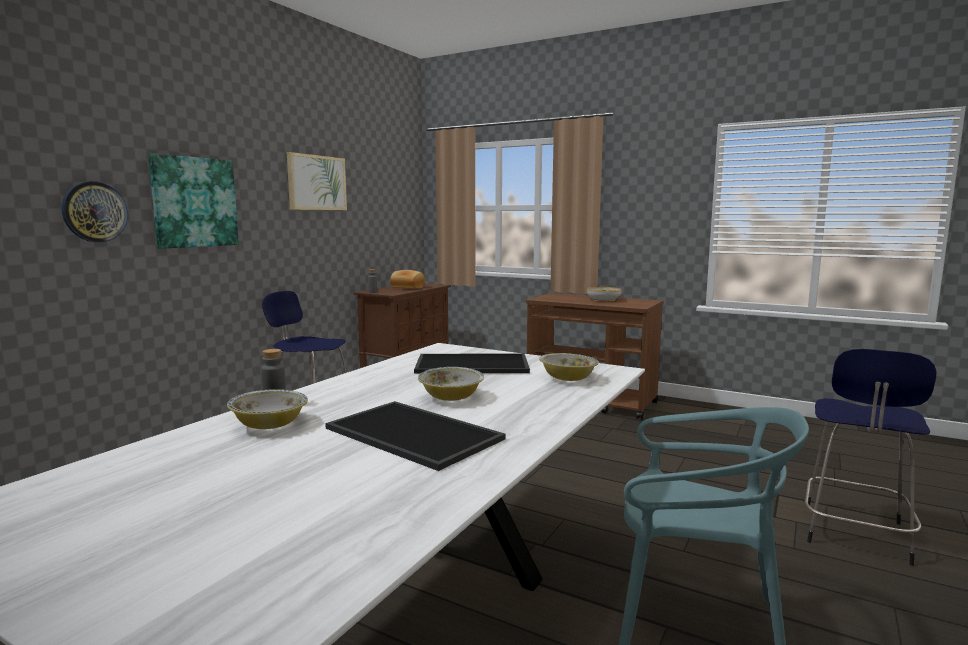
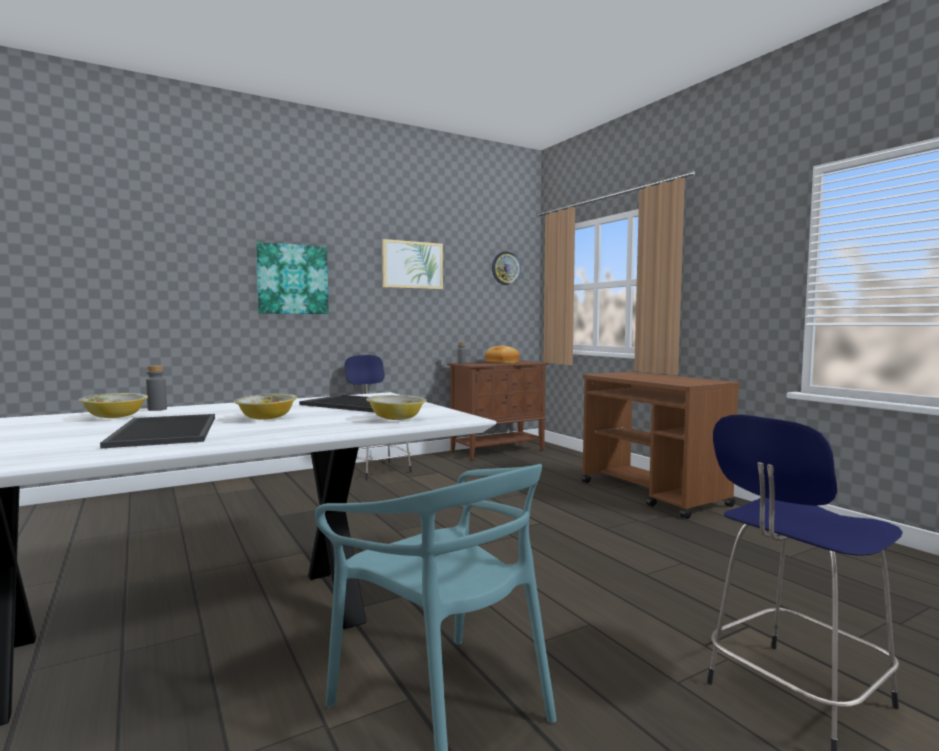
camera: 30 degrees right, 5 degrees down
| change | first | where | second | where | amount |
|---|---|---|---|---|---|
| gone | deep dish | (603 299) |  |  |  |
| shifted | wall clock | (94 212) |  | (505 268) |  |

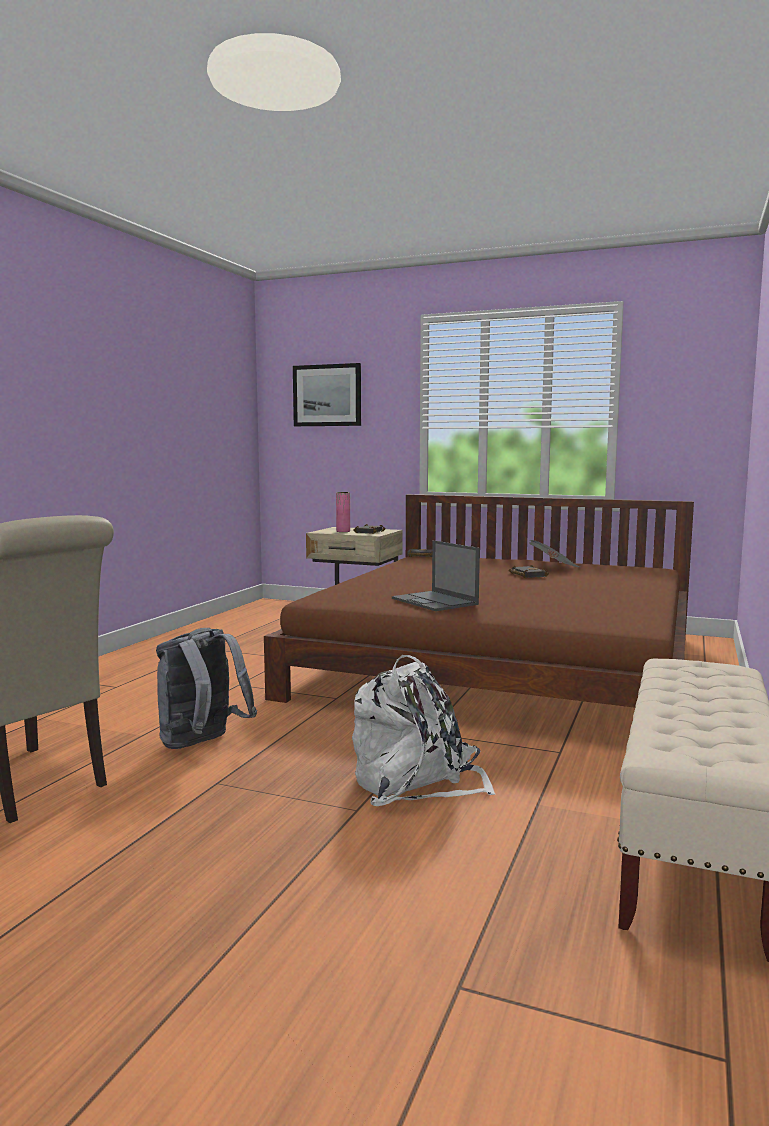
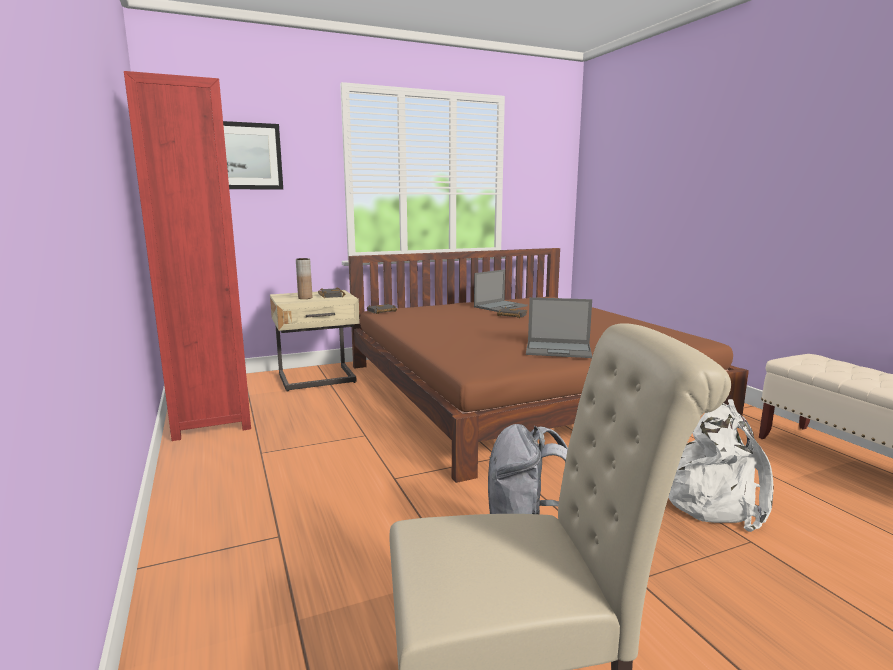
camera: 45 degrees left, 5 degrees up
| change | first | where | second | where | amount |
|---|---|---|---|---|---|
| new |  |  | red bookcase | (211 419) |  |
| swapped | daily paper | (554 567) | laptop | (500 306) |  |
| repainted | pink decorative vase | (343 531) | brown decorative vase | (305 298) |  |

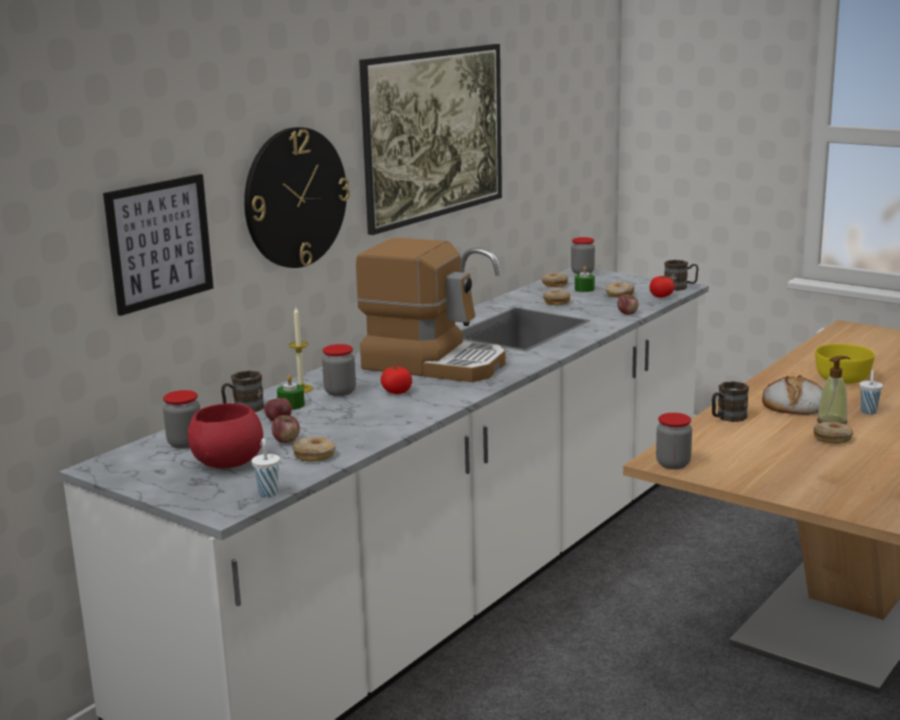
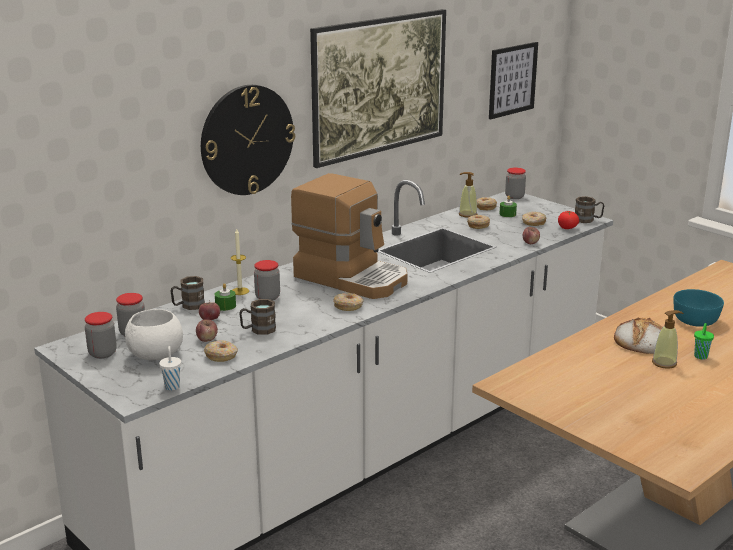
camera: 10 degrees right, 5 degrees up
| change | first | where | second | where | amount |
|---|---|---|---|---|---|
| gone | whole tomato | (396 392) |  |  |  |
| new |  |  | soap bottle | (467 214) |  |
| shifted | picture | (159 242) |  | (512 80) |  |
| shifted | preserve jar | (673 464) |  | (102 353) |  |
| shifted | brown tea mug | (727 418) |  | (258 330) |  |
| shifted | doughnut | (832 438) |  | (348 306) |  |
| repainted | red deep dish | (227 462) | whitish deep dish | (155 354) |  |
| repainted | yellow deep dish | (843 378) | turquoise deep dish | (696 320) |  |
| repainted | whitish small cup | (868 412) | green-coloured small cup | (700 357) |  |

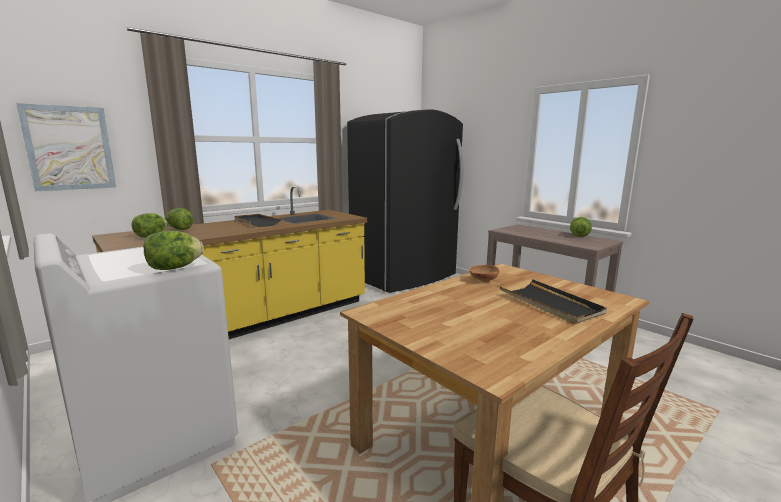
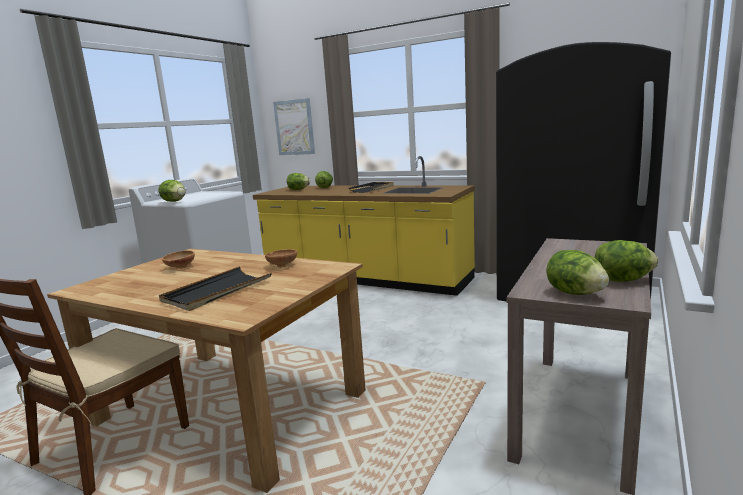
camera: 70 degrees right, 0 degrees up
| change | first | where | second | where | amount |
|---|---|---|---|---|---|
| new |  |  | brown deep dish | (179 267) |  |
| new |  |  | lettuce head | (575 293) |  |

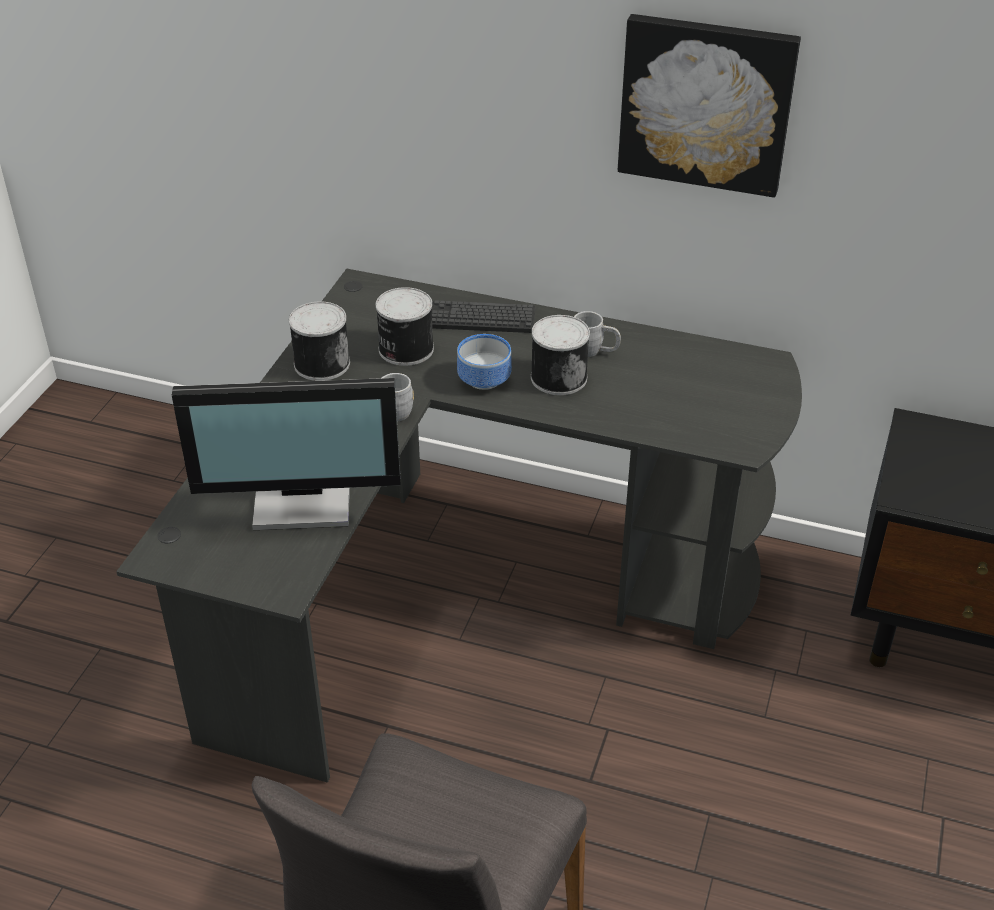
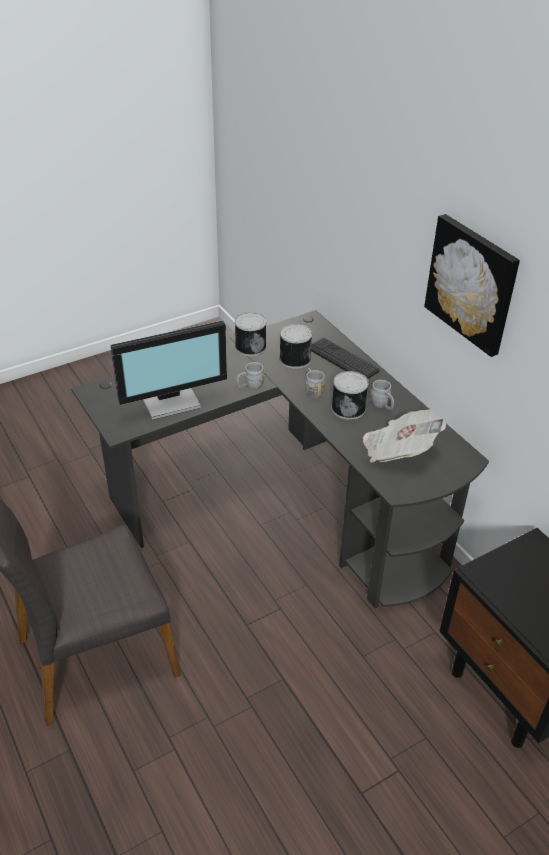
camera: 40 degrees right, 0 degrees up
| change | first | where | second | where | amount |
|---|---|---|---|---|---|
| new |  |  | daily paper | (399 451) |  |
| swapped | deep dish | (483 378) | greyish tea mug | (312 390) |  |
| rotated | computer display | (304 500) |  | (170 400) | 60 degrees counterclockwise |

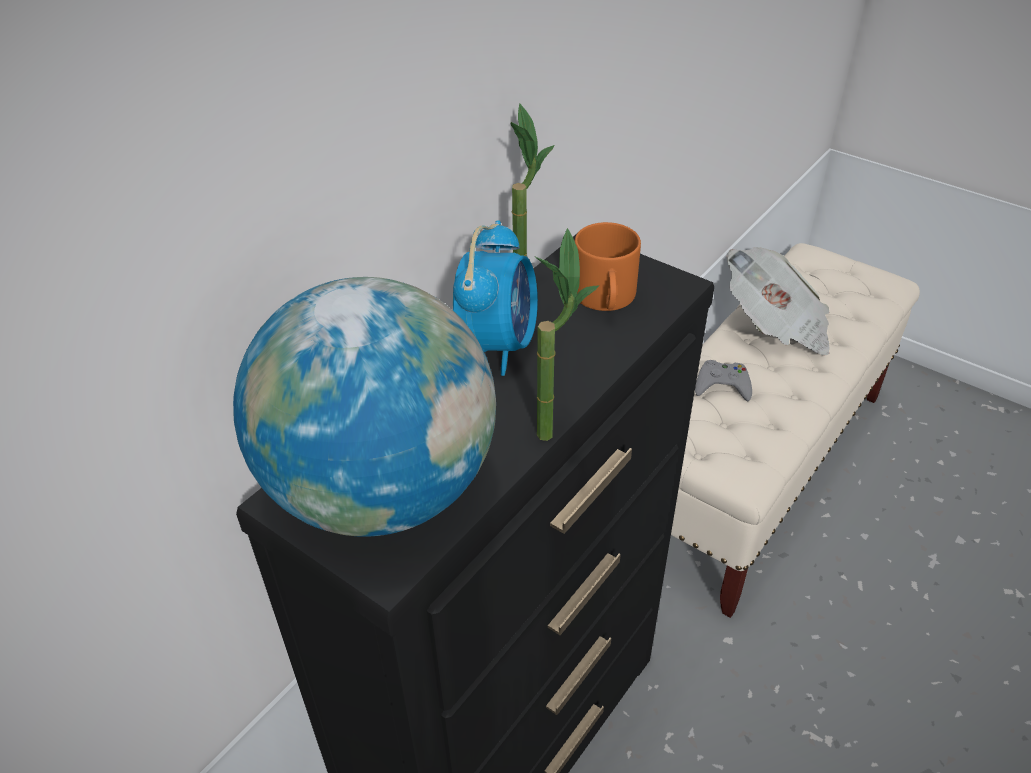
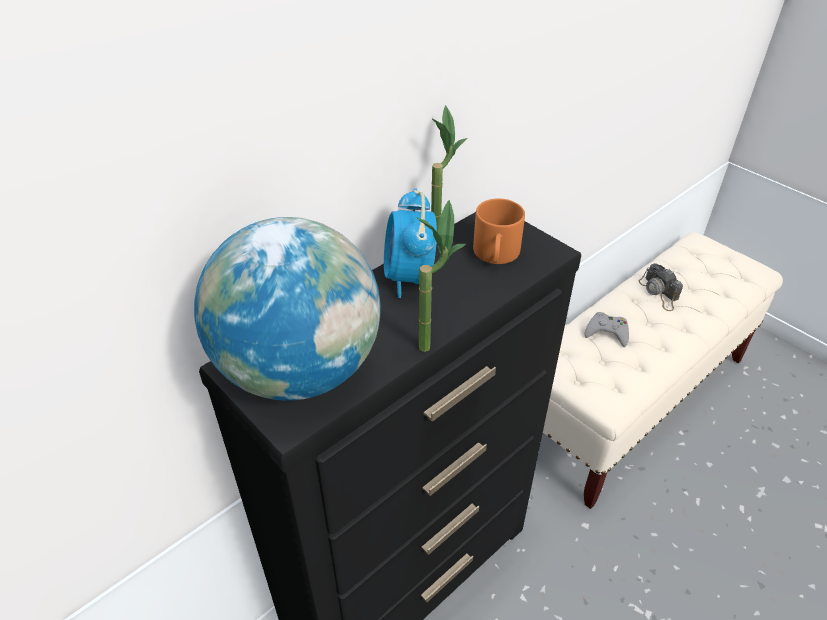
camera: 10 degrees right, 0 degrees up
| change | first | where | second | where | amount |
|---|---|---|---|---|---|
| swapped | daily paper | (776 326) | still camera | (659 293) |  |
| rotated | alarm clock | (498 345) |  | (409 278) | 150 degrees clockwise |

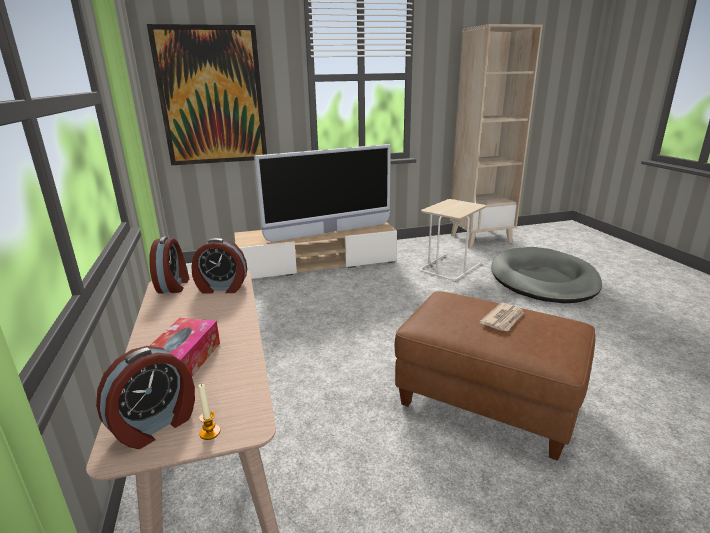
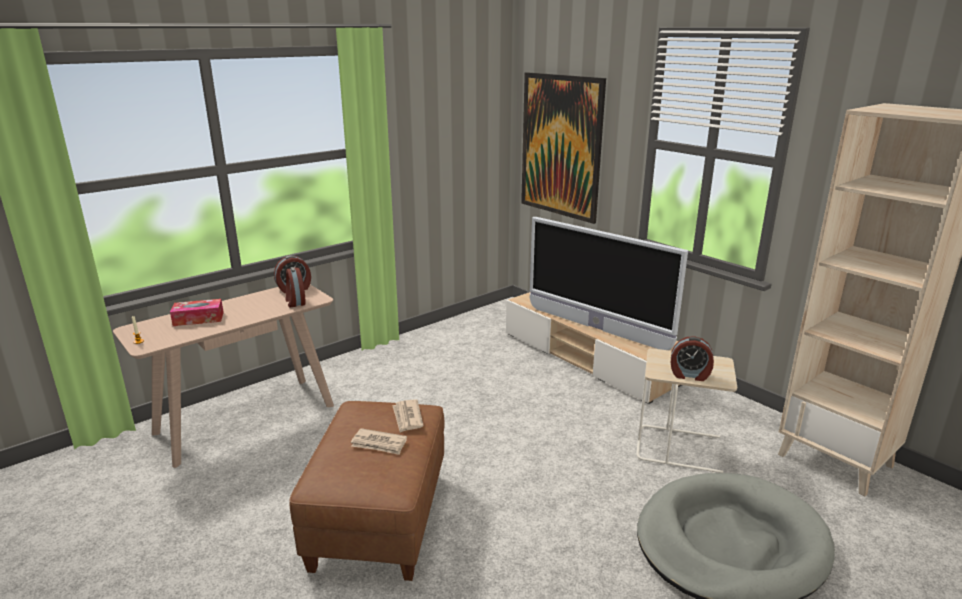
camera: 65 degrees right, 0 degrees up
| change | first | where | second | where | amount |
|---|---|---|---|---|---|
| new |  |  | daily paper | (407 417) |  |
| shifted | alarm clock | (156 425) |  | (689 375) |  |

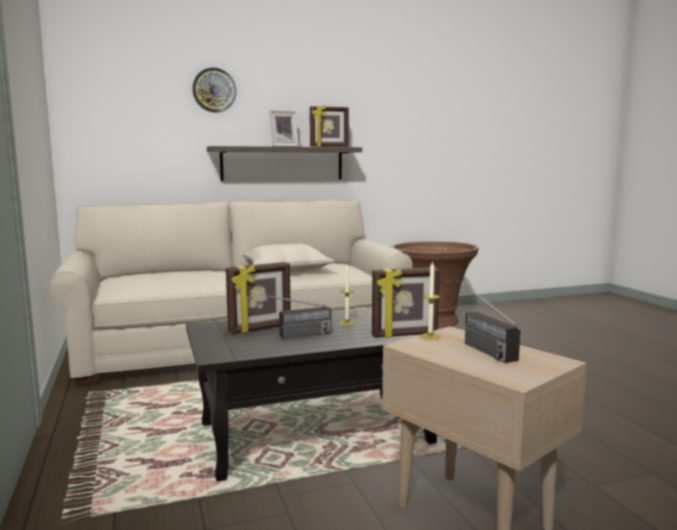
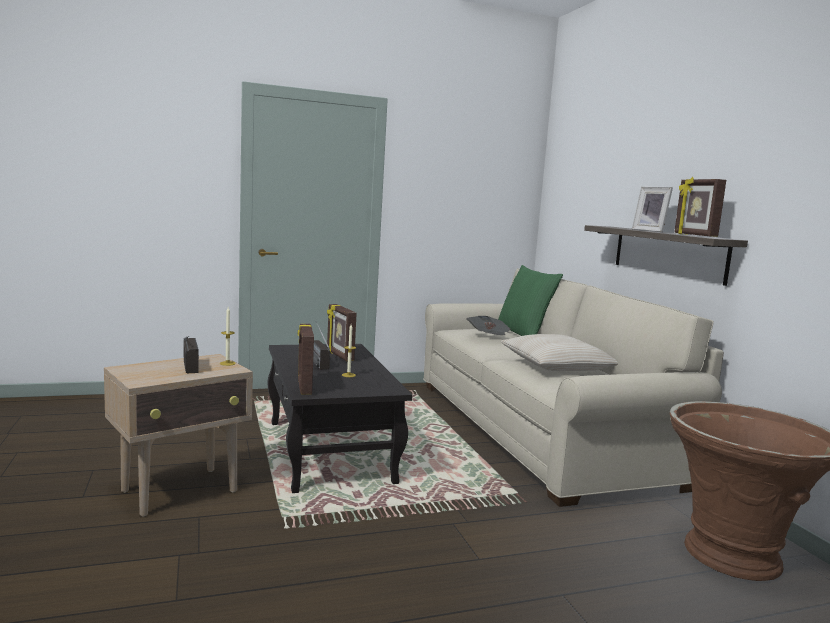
camera: 90 degrees right, 0 degrees up
| change | first | where | second | where | amount |
|---|---|---|---|---|---|
| gone | wall clock | (214 90) |  |  |  |
| new |  |  | daily paper | (488 338) |  |
| new |  |  | green-coloured cushion | (523 335) |  |
| rotated | radio | (477 346) |  | (193 370) | 90 degrees clockwise |

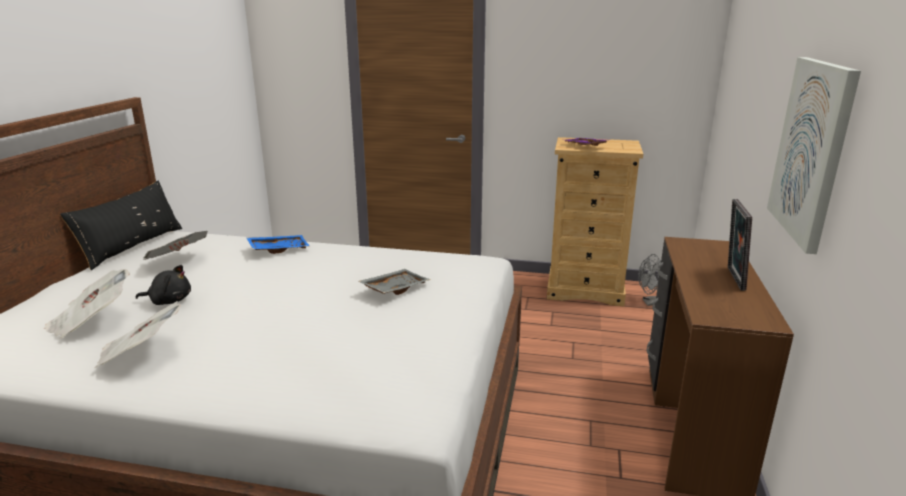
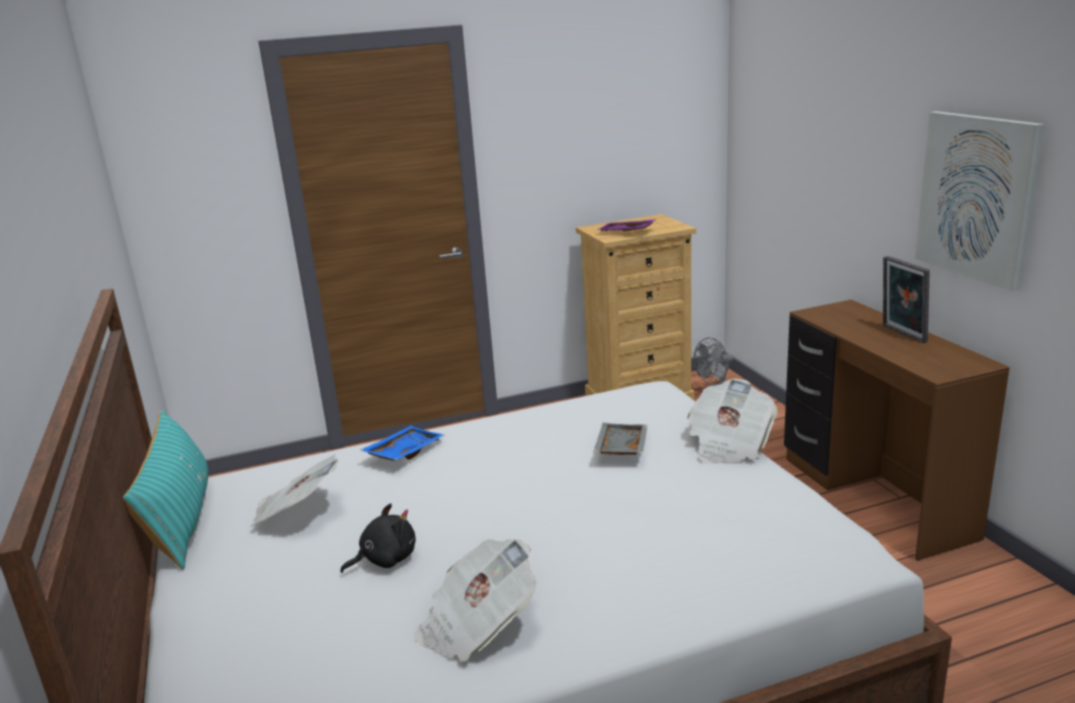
camera: 30 degrees left, 0 degrees up
| change | first | where | second | where | amount |
|---|---|---|---|---|---|
| shifted | daily paper | (91 322) |  | (728 444) |  |
| repainted | blackish cushion | (133 246) | turquoise cushion | (182 519) |  |

